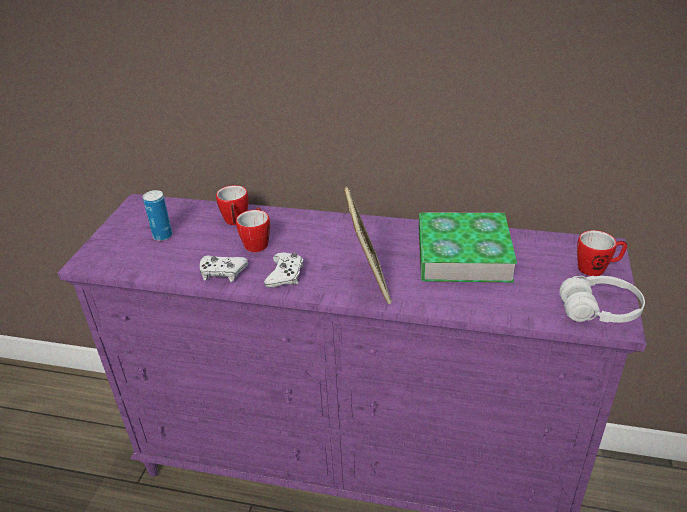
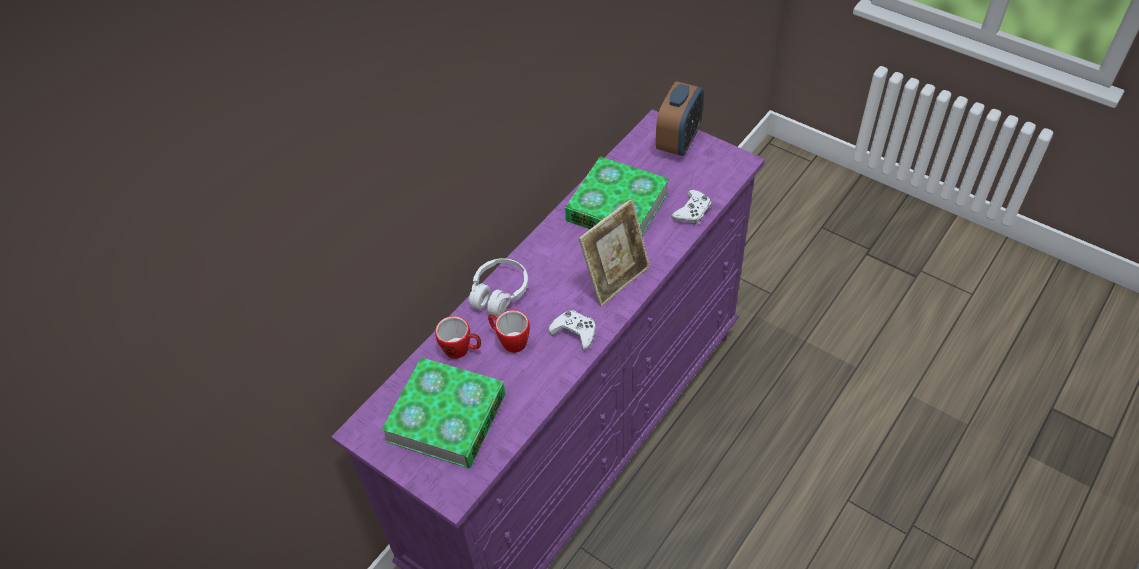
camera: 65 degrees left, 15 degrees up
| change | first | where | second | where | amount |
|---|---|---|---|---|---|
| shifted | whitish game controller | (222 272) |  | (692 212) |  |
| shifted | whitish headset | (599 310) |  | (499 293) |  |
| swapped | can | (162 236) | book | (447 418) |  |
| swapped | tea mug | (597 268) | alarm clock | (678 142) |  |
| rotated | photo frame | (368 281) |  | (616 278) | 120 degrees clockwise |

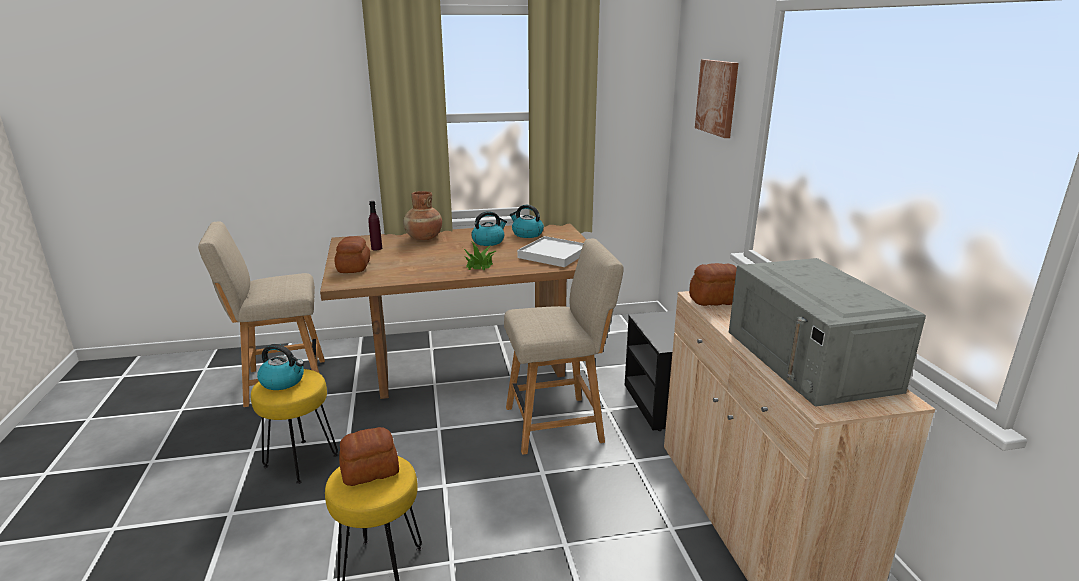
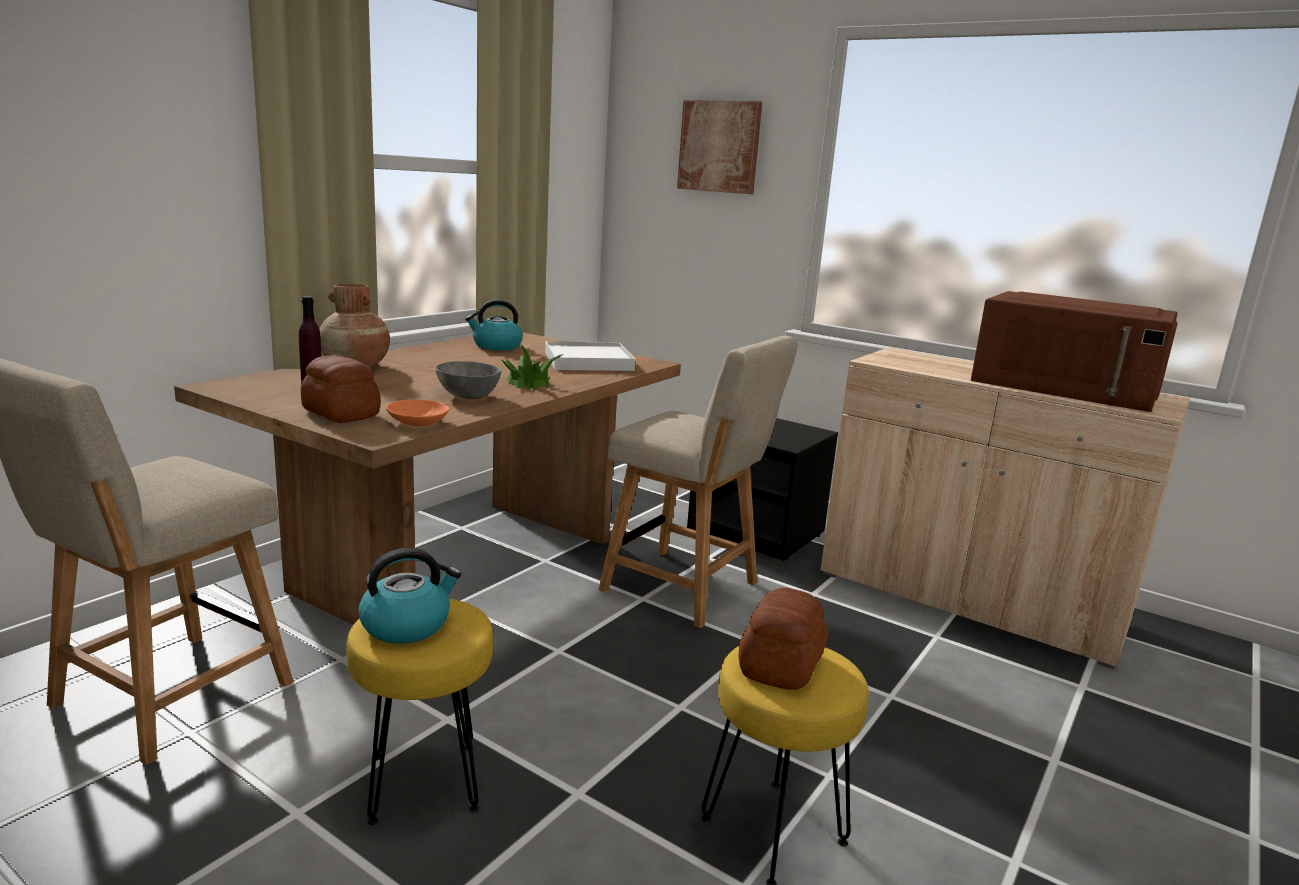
camera: 45 degrees left, 5 degrees down
| change | first | where | second | where | amount |
|---|---|---|---|---|---|
| gone | kettle | (488 241) |  |  |  |
| gone | baked bread | (713 300) |  |  |  |
| new |  |  | orangey deep dish | (419 422) |  |
| new |  |  | greyish deep dish | (467 396) |  |
| repainted | greyish microwave oven | (810 360) | brown microwave oven | (1066 387) |  |
| rotated | beige upright chair | (559 423) |  | (686 589) | 90 degrees clockwise |

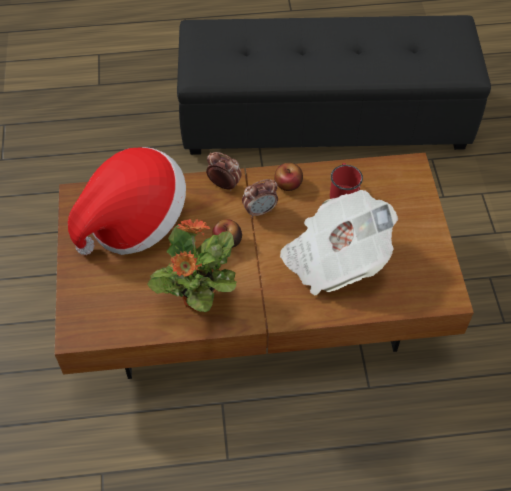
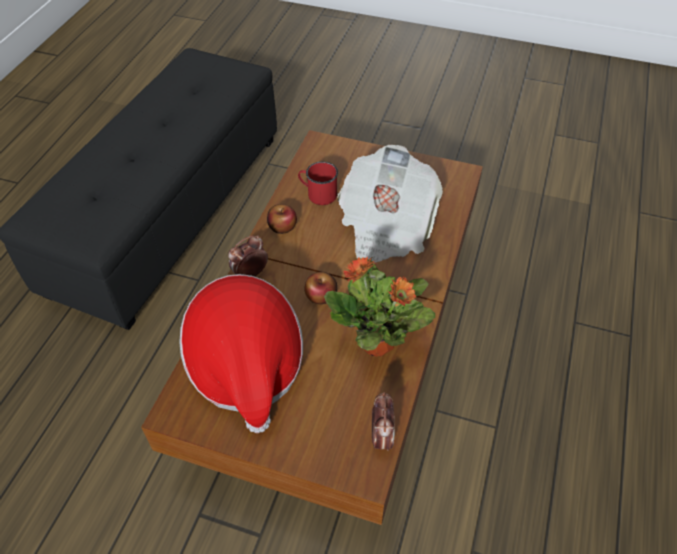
camera: 65 degrees left, 5 degrees down
| change | first | where | second | where | amount |
|---|---|---|---|---|---|
| shifted | alarm clock | (260 211) |  | (381 436) |  |

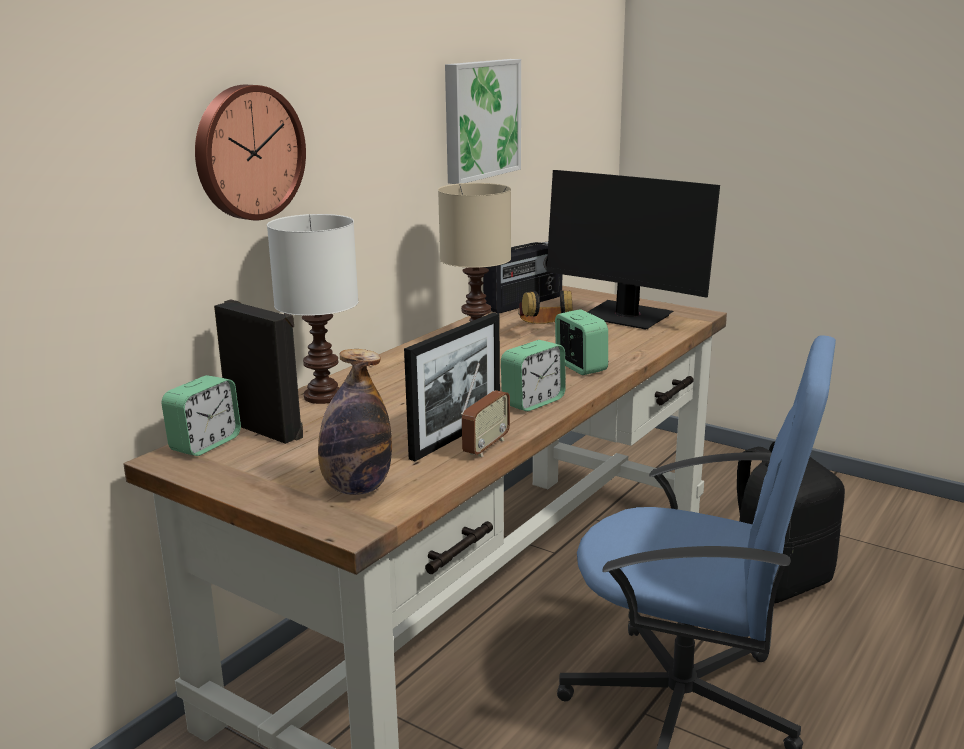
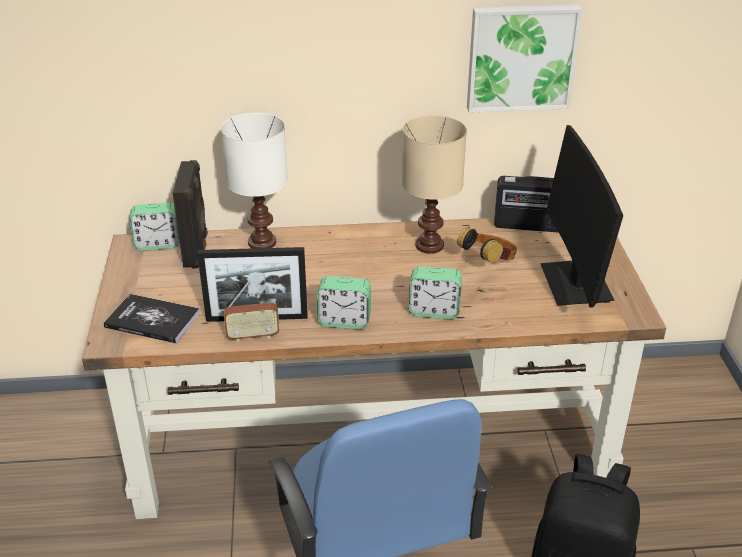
camera: 50 degrees right, 15 degrees up
| change | first | where | second | where | amount |
|---|---|---|---|---|---|
| gone | wall clock | (247 152) |  |  |  |
| swapped | drink bottle | (356 488) | book | (152 320) |  |
| rotated | alarm clock | (580 367) |  | (434 311) | 75 degrees clockwise |

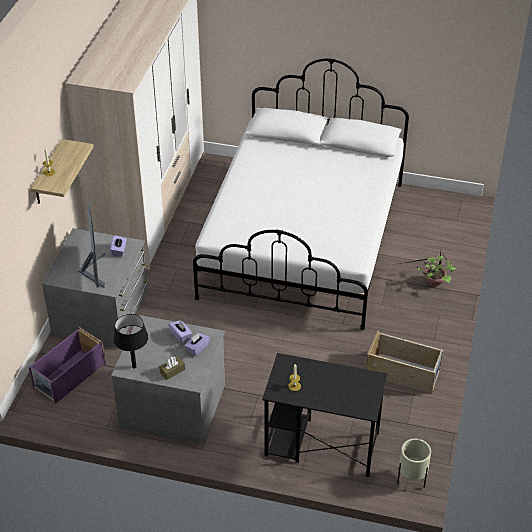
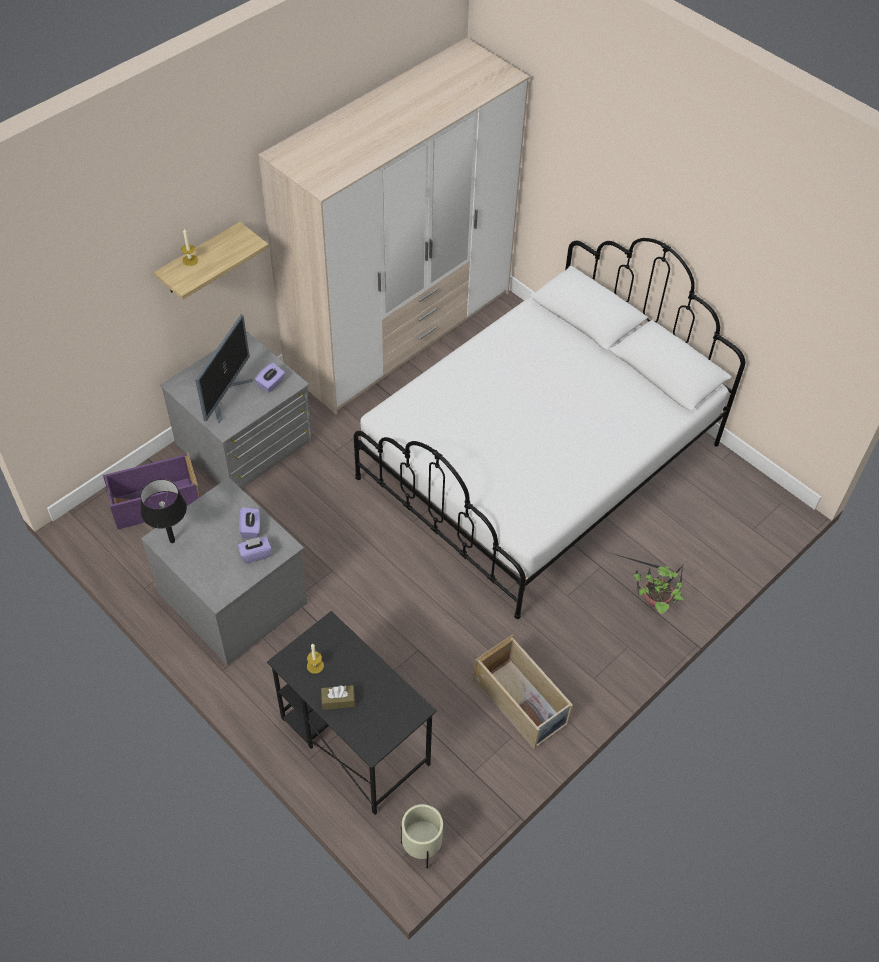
camera: 30 degrees right, 10 degrees up
| change | first | where | second | where | amount |
|---|---|---|---|---|---|
| shifted | brown box of tissues | (172 371) |  | (338 700) |  |

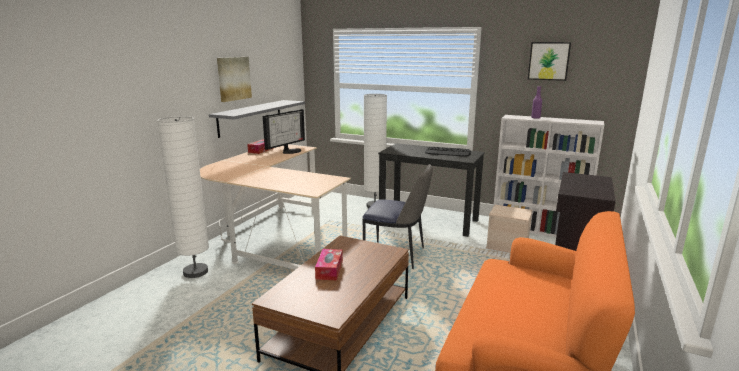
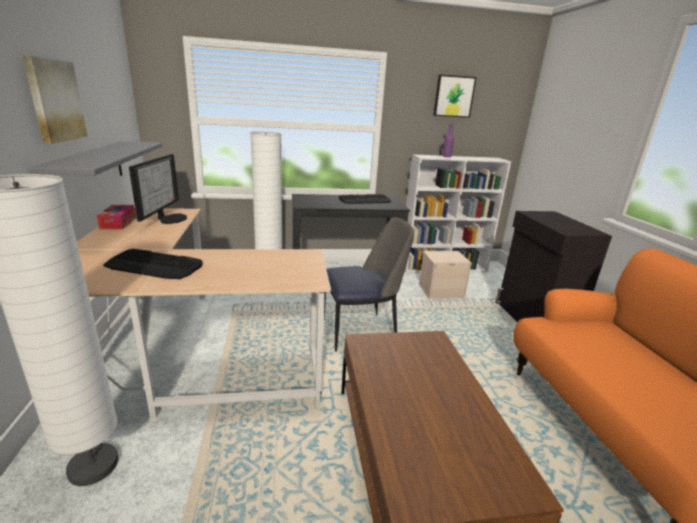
camera: 35 degrees left, 5 degrees up
| change | first | where | second | where | amount |
|---|---|---|---|---|---|
| gone | box of tissues | (329 270) |  |  |  |
| new |  |  | keyboard | (154 265) |  |

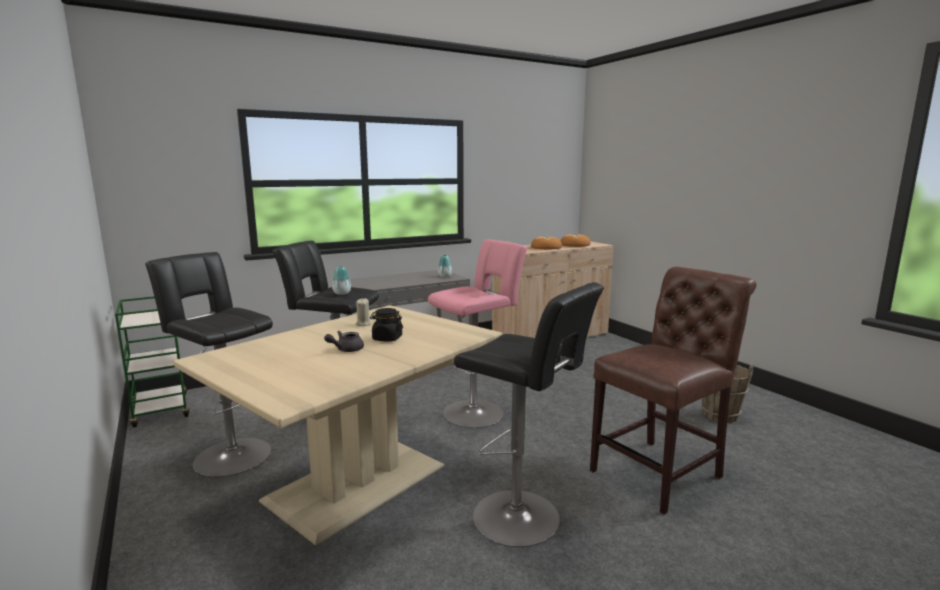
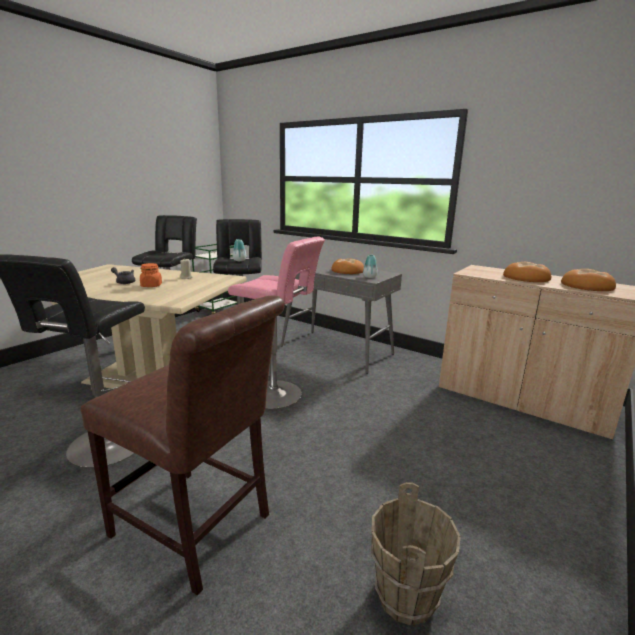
camera: 65 degrees right, 5 degrees up
| change | first | where | second | where | amount |
|---|---|---|---|---|---|
| new |  |  | baked bread | (348 271) |  |
| repainted | blackish preserve jar | (387 338) | orangey preserve jar | (151 285) |  |

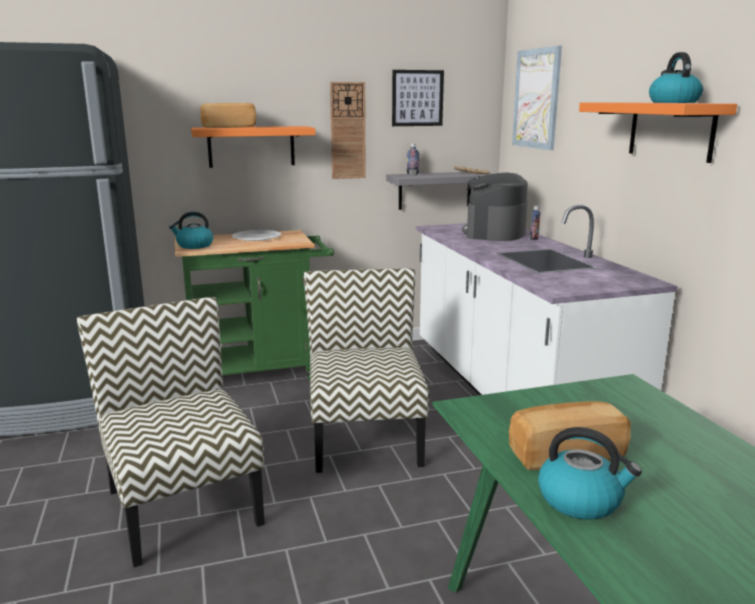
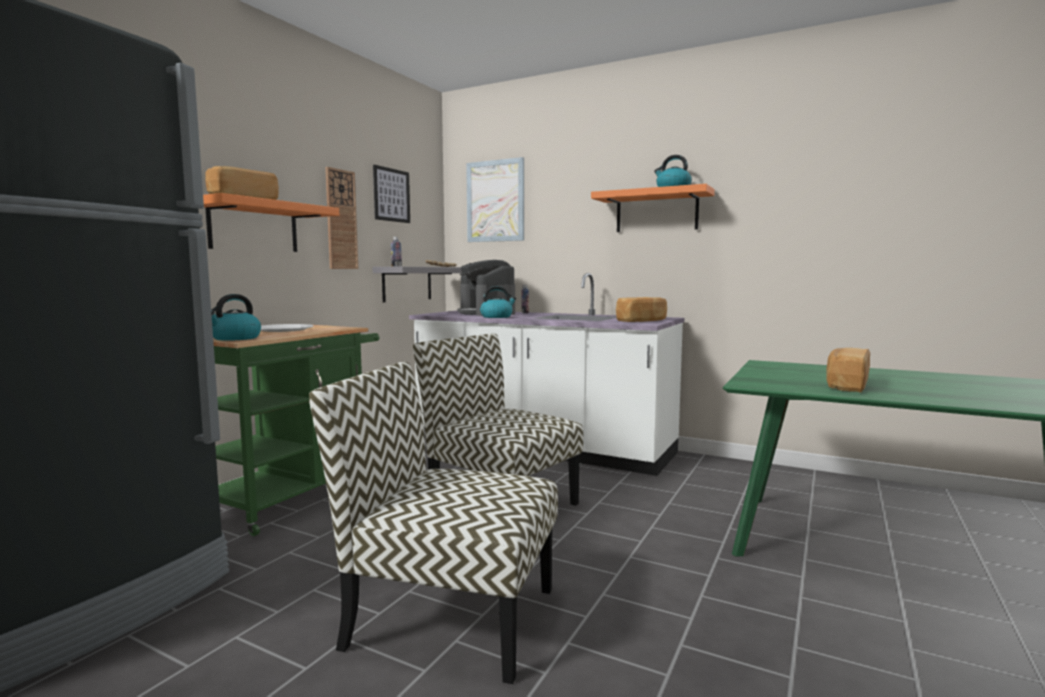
camera: 45 degrees left, 10 degrees down
| change | first | where | second | where | amount |
|---|---|---|---|---|---|
| new |  |  | baked bread | (642 321) |  |
| shifted | kettle | (581 500) |  | (497 317) |  |

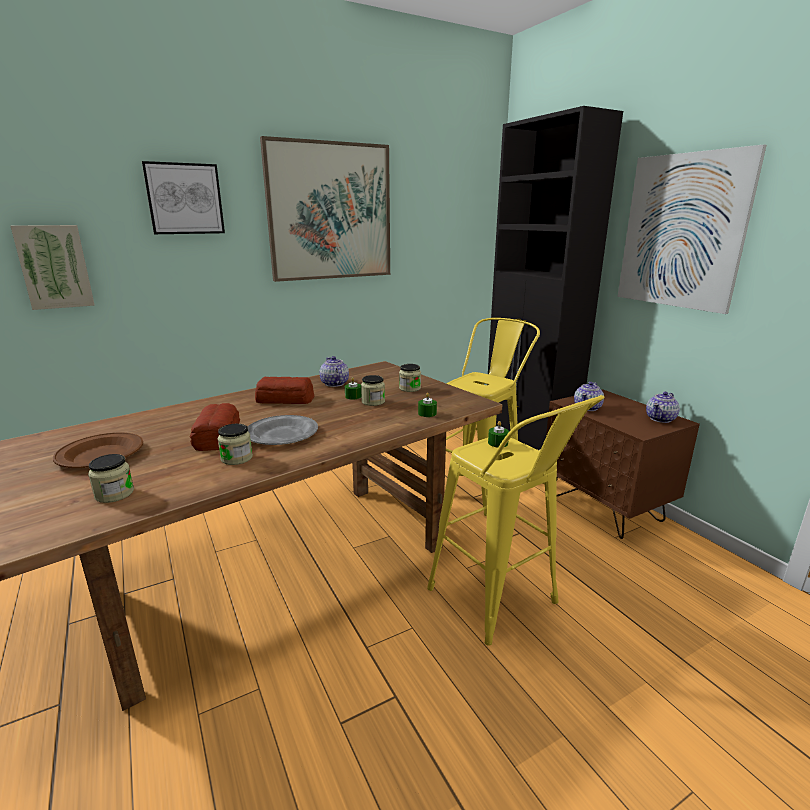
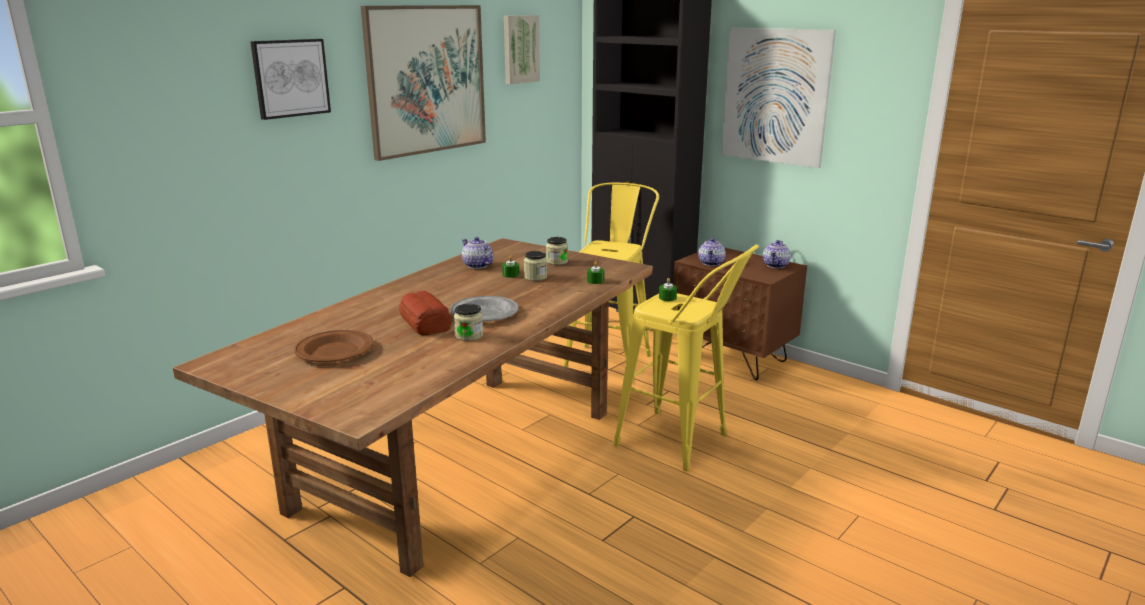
camera: 20 degrees left, 0 degrees up
| change | first | where | second | where | amount |
|---|---|---|---|---|---|
| gone | preserve jar | (114 494) |  |  |  |
| gone | baked bread | (284 399) |  |  |  |
| shifted | picture | (55 267) |  | (520 49) |  |

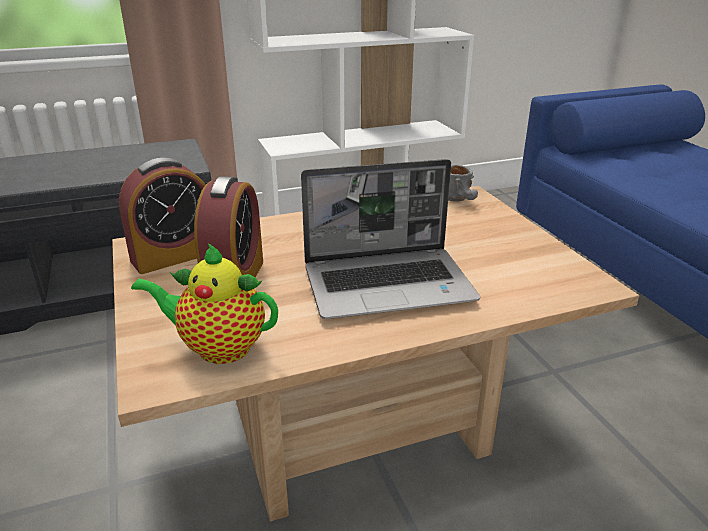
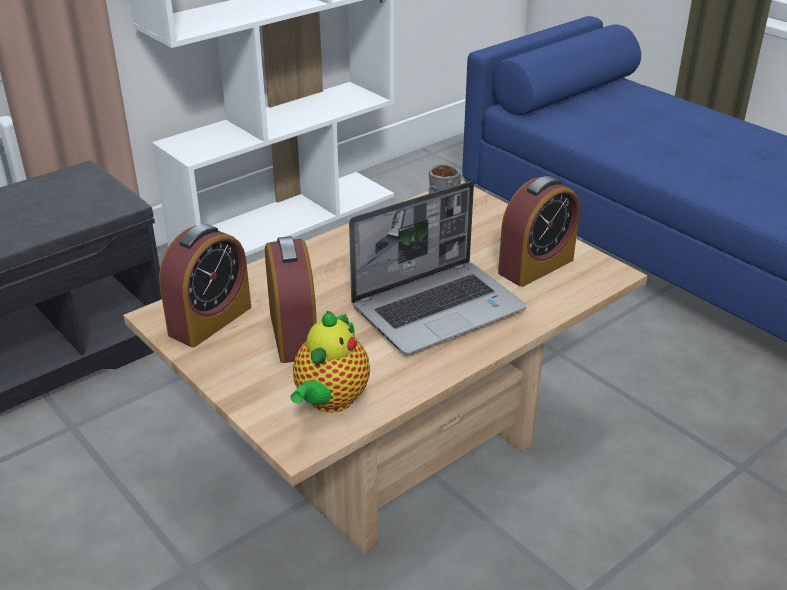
camera: 20 degrees left, 5 degrees up
| change | first | where | second | where | amount |
|---|---|---|---|---|---|
| new |  |  | alarm clock | (536 266) |  |
| rotated | tea pot | (218 347) |  | (330 401) | 60 degrees counterclockwise |

